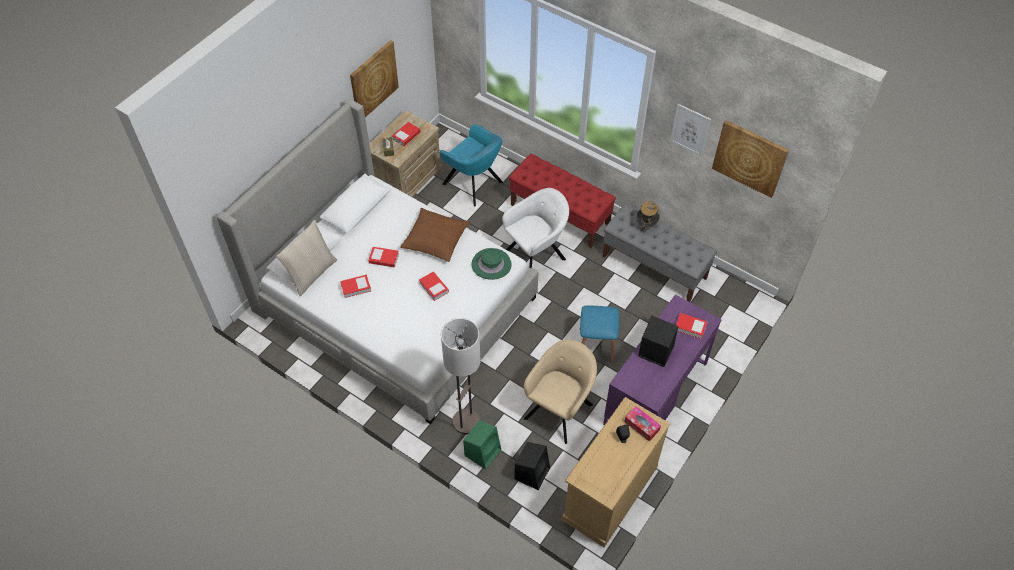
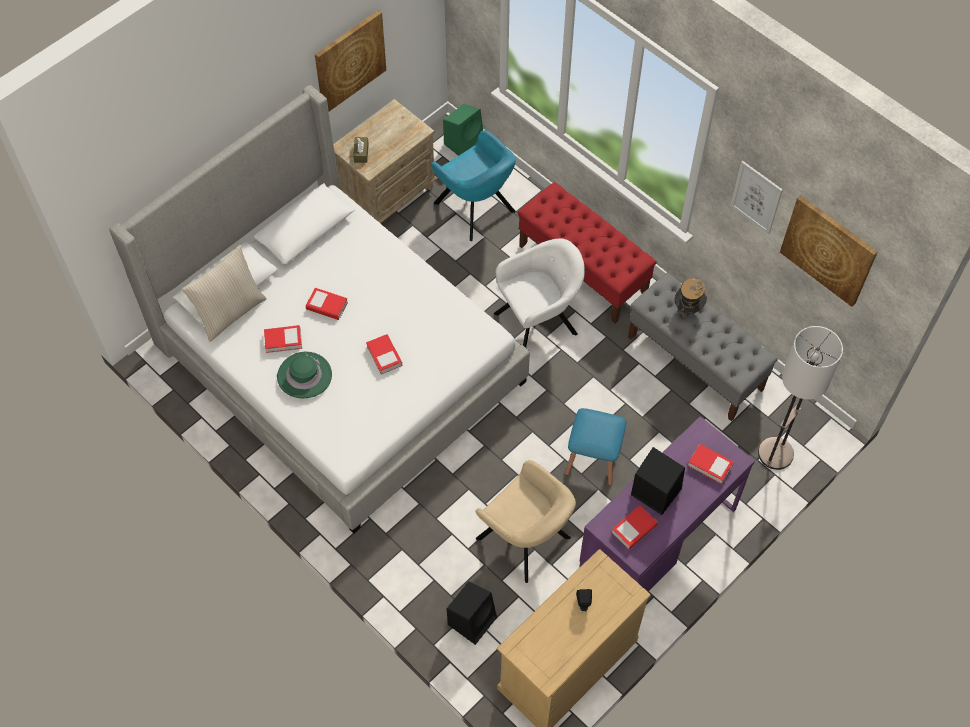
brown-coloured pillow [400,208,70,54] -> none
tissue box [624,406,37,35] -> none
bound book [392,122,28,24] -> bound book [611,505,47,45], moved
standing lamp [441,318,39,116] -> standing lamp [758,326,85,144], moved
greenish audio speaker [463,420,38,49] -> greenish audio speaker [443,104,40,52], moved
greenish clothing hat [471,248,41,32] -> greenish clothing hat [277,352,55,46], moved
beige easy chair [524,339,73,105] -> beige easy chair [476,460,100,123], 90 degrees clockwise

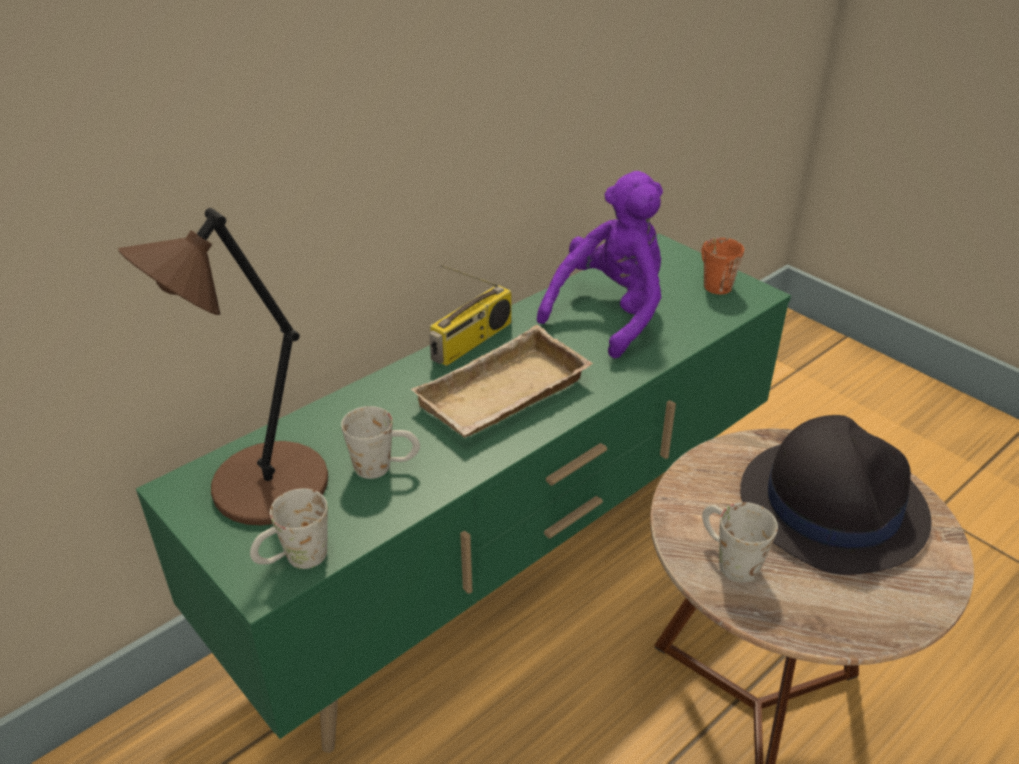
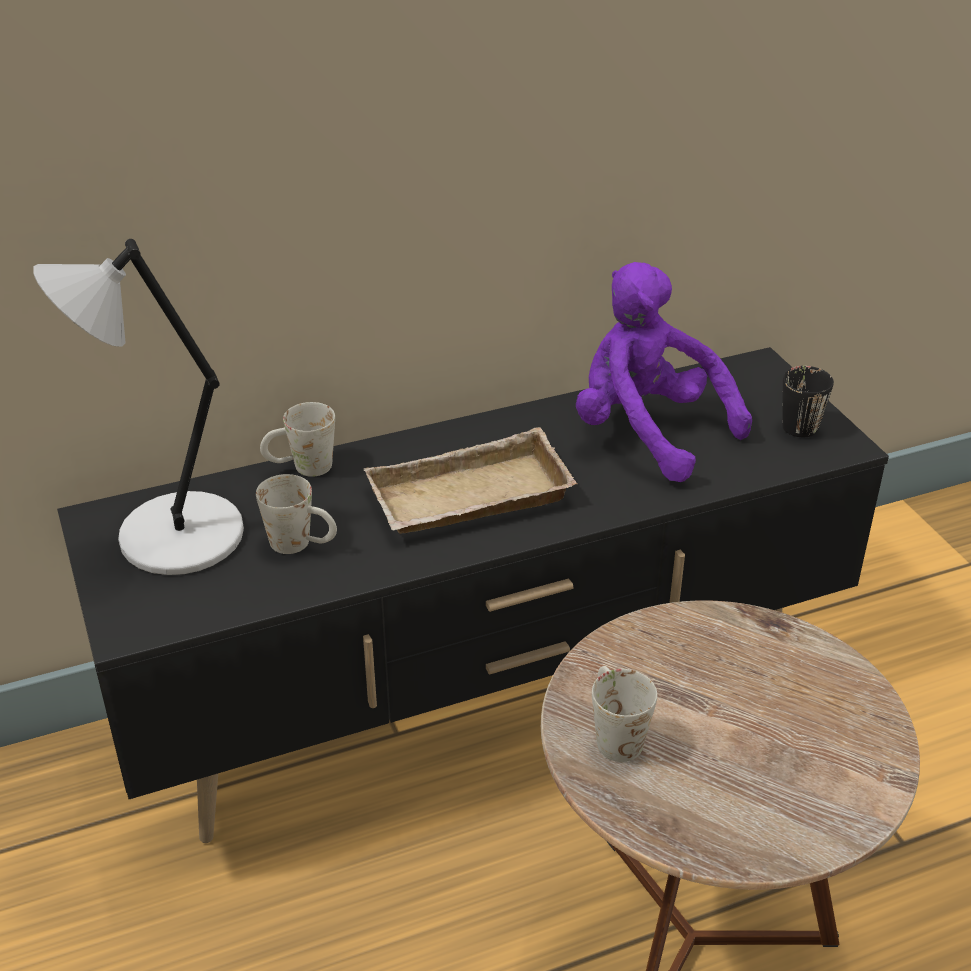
radio set [429,265,83,101] -> none
blackish clothing hat [740,415,192,160] -> none
white mug [250,489,78,80] -> white mug [260,402,75,75], moved
brown-coloured lamp for a table [118,208,210,317] -> greyish lamp for a table [33,239,211,336]
greenish tv unit [136,233,655,520] -> blackish tv unit [57,347,832,496]
orange mug [701,238,43,56] -> blackish mug [782,366,52,71]
purplish cuddly toy [537,171,126,188] -> purplish cuddly toy [576,262,176,220], 105 degrees counterclockwise

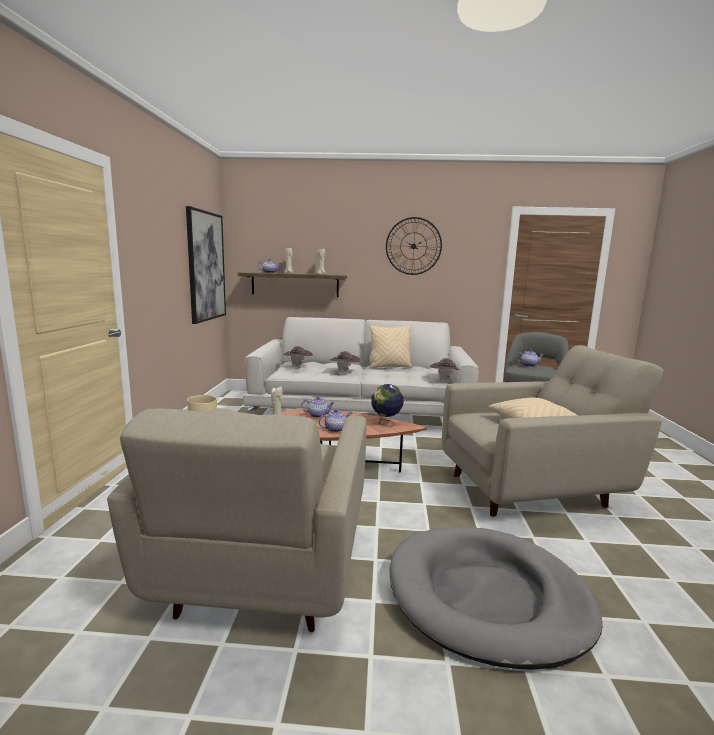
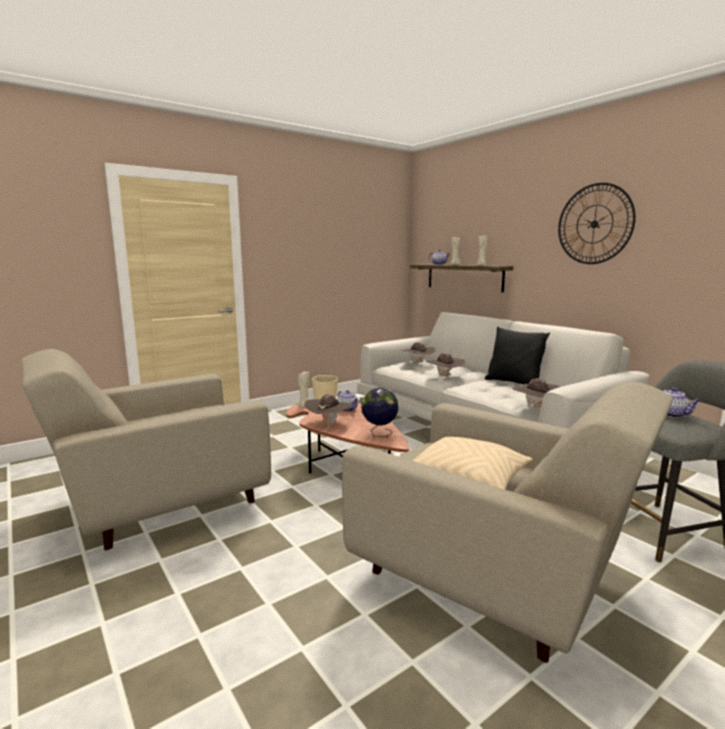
wall picture [186,206,40,118] -> none
greyish pet bed [390,527,212,143] -> none
tea pot [319,409,33,23] -> brown-coloured clothing hat [304,394,48,32]
beige pillow [369,325,43,44] -> blackish pillow [485,327,65,57]

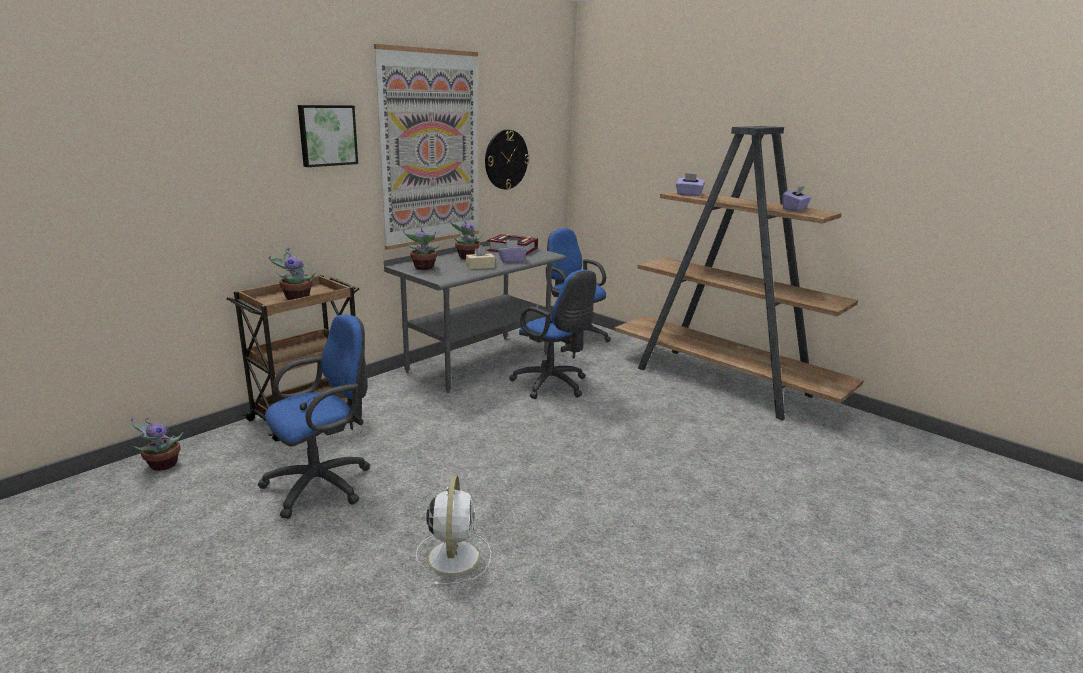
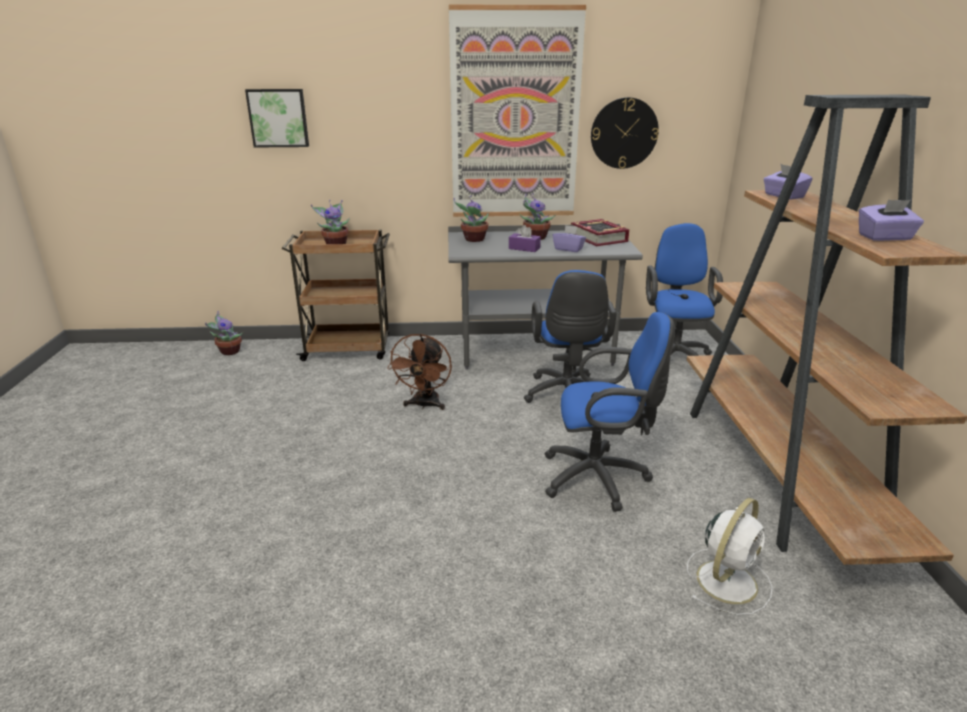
none -> brown-coloured electric fan [387,333,65,77]
bluish office chair [258,315,112,204] -> bluish office chair [544,312,131,200], moved
wall picture [298,105,60,62] -> wall picture [245,89,64,58], moved
white electric fan [416,476,75,110] -> white electric fan [687,498,86,117], moved
beige tissue box [466,245,29,24] -> purplish tissue box [509,225,32,27]

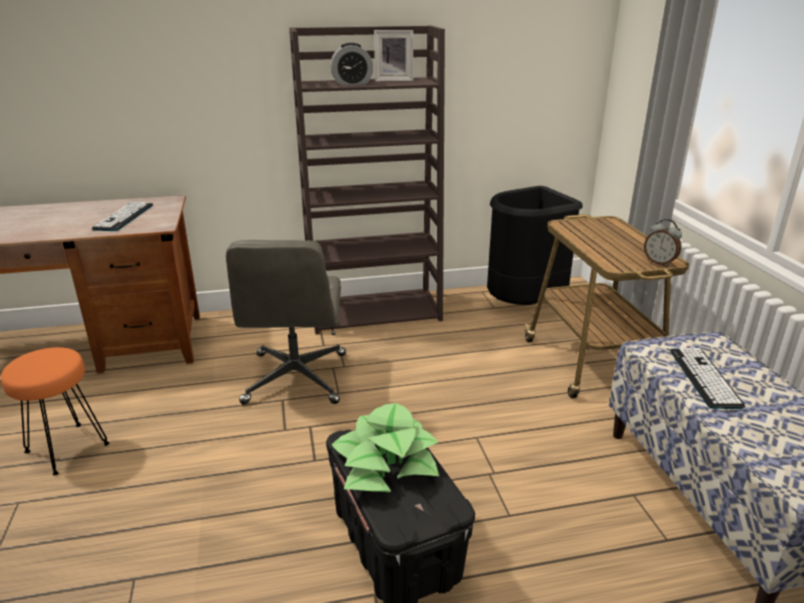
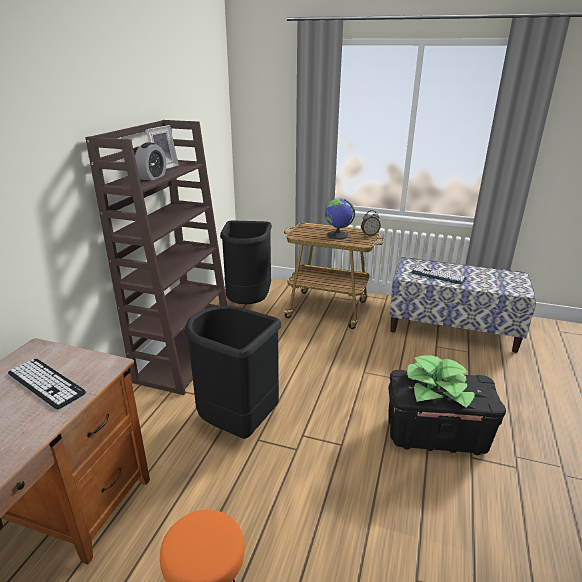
none -> world globe [325,198,30,41]
greyish office chair [226,240,120,165] -> blackish trash can [184,306,97,133]

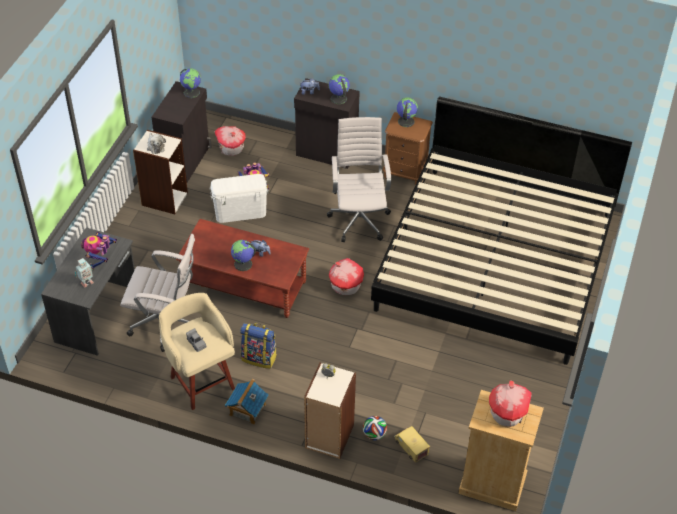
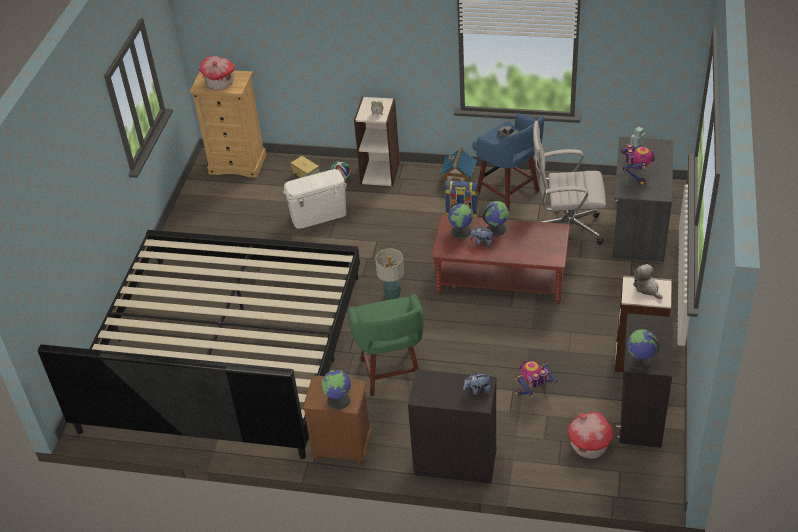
white storage box [210,174,59,49] -> white storage box [283,169,64,60], moved
world globe [329,74,21,30] -> world globe [448,203,25,35], moved
white office chair [327,117,64,125] -> greenish stool seat [348,294,76,102]
toy house [329,258,35,37] -> lamp for a table [375,248,29,52]
beige stool seat [159,293,76,117] -> bluish stool seat [472,113,72,98]

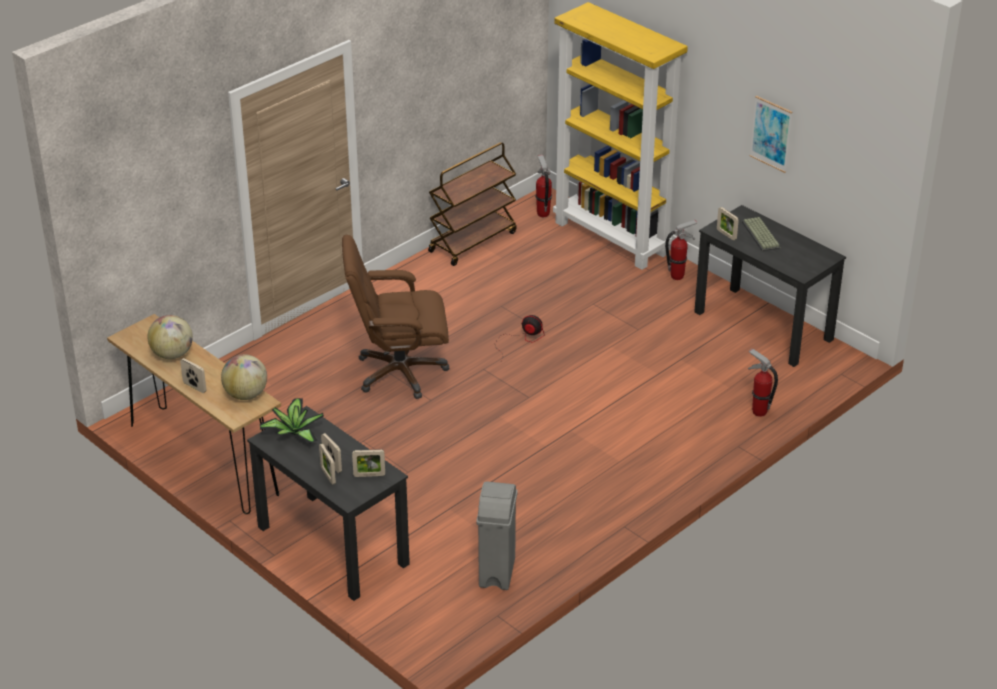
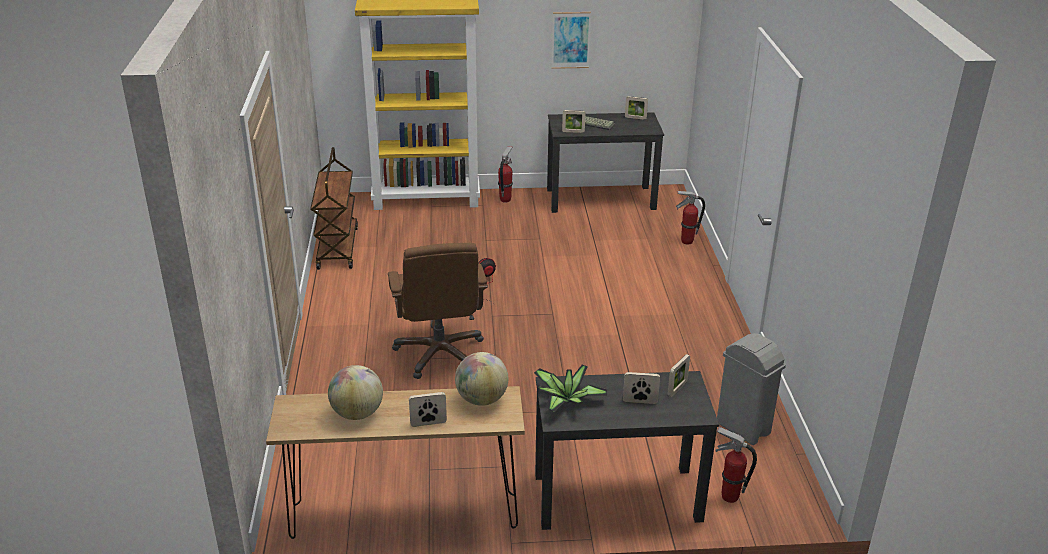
photo frame [319,443,17,42] -> photo frame [625,96,23,24], moved
fire extinguisher [535,155,17,62] -> fire extinguisher [715,427,42,76], moved
brown-coloured office chair [342,235,107,164] -> brown-coloured office chair [388,243,100,136], 45 degrees counterclockwise

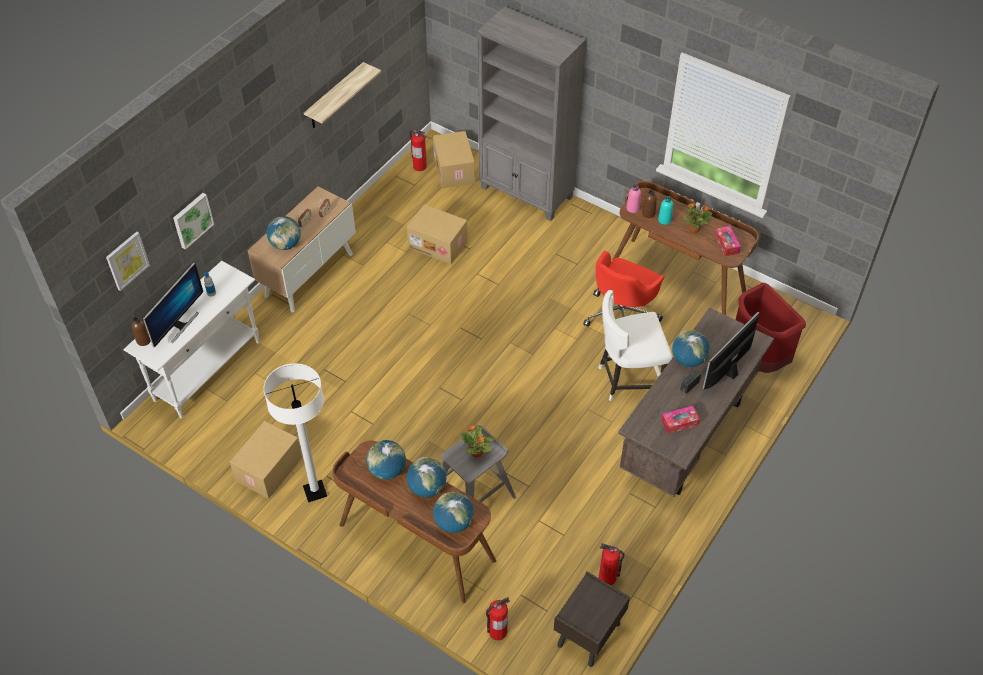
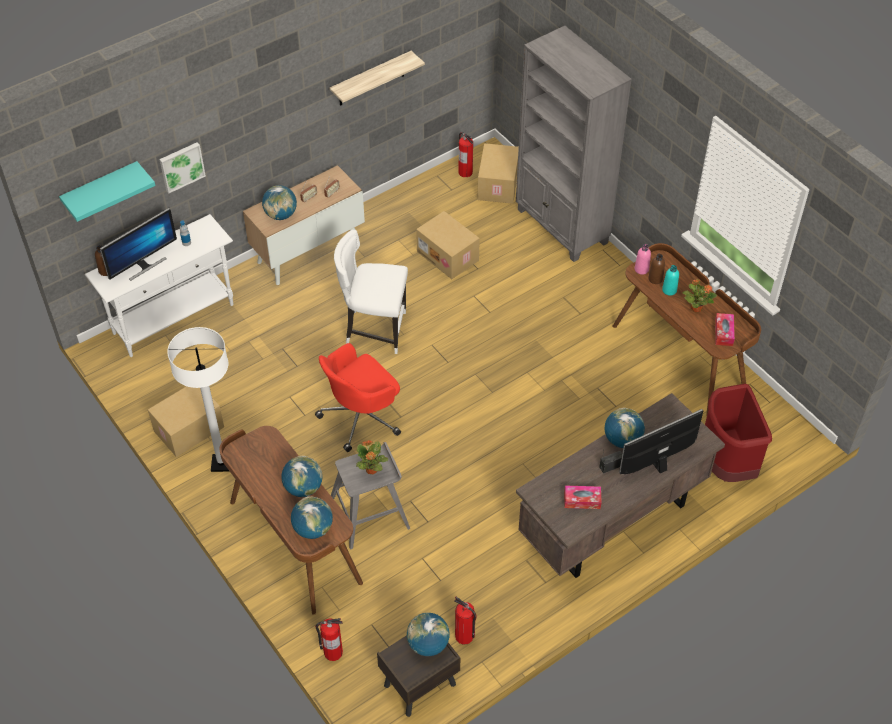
world globe [366,440,40,40] -> world globe [407,612,43,44], moved
red office chair [583,251,82,76] -> red office chair [315,343,86,109], moved
white chair [598,290,75,111] -> white chair [334,230,74,124], moved
wall picture [106,232,44,59] -> turquoise wall shelf [59,161,96,61]

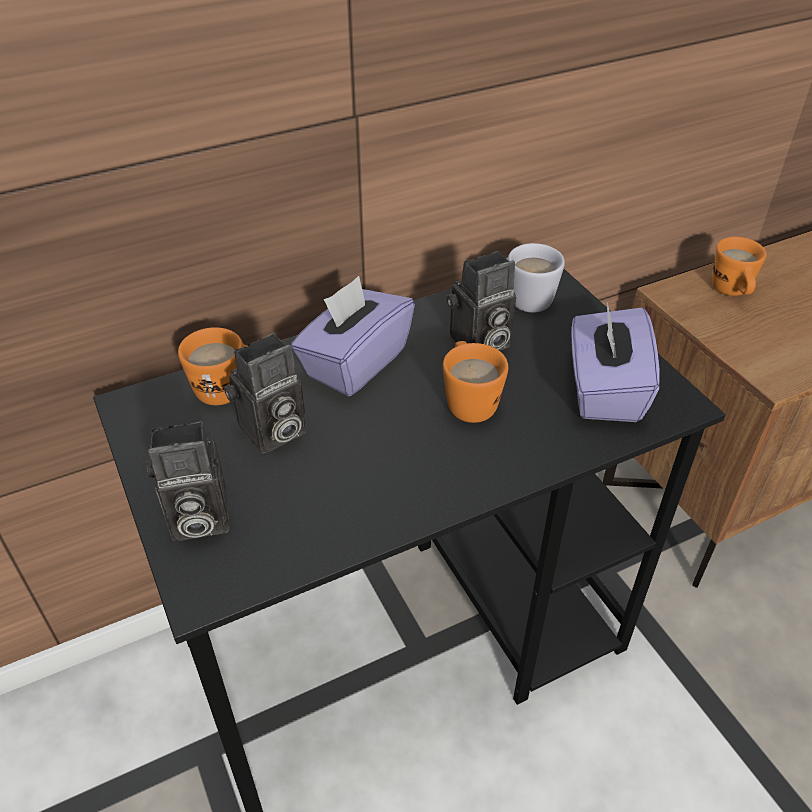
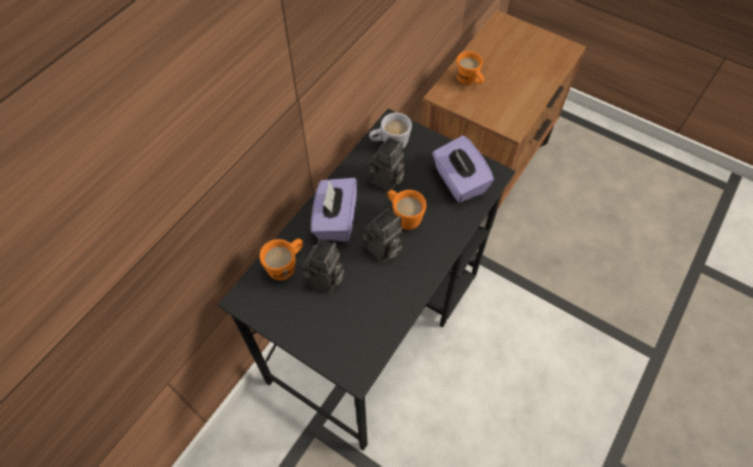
photo camera [146,421,84,120] -> photo camera [362,208,41,55], moved

